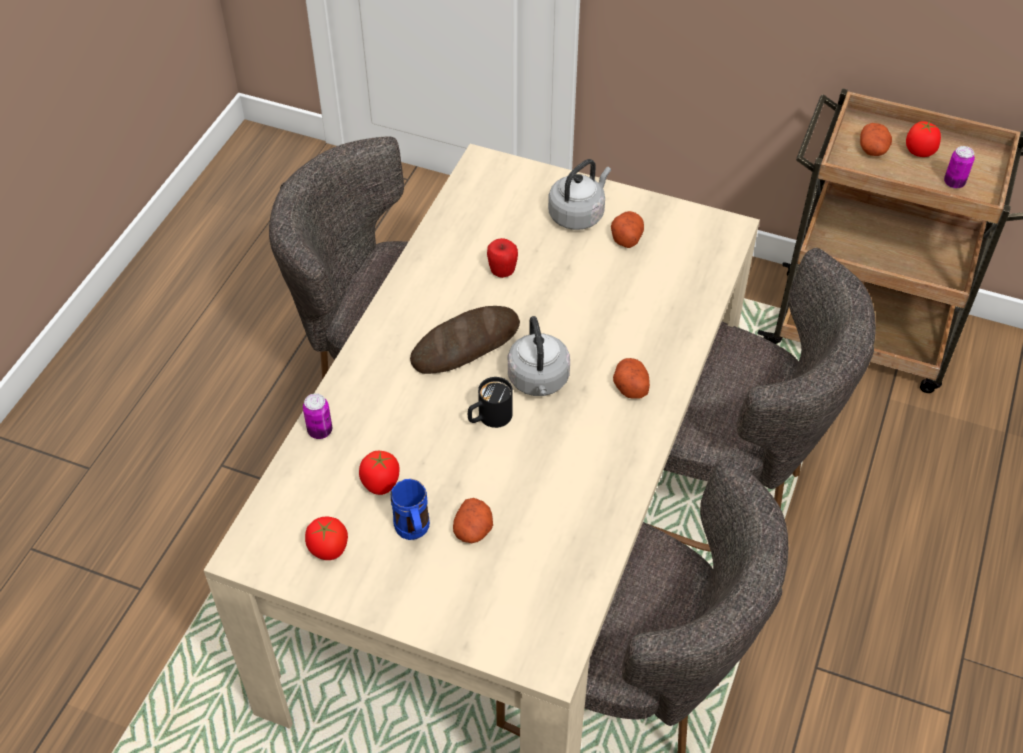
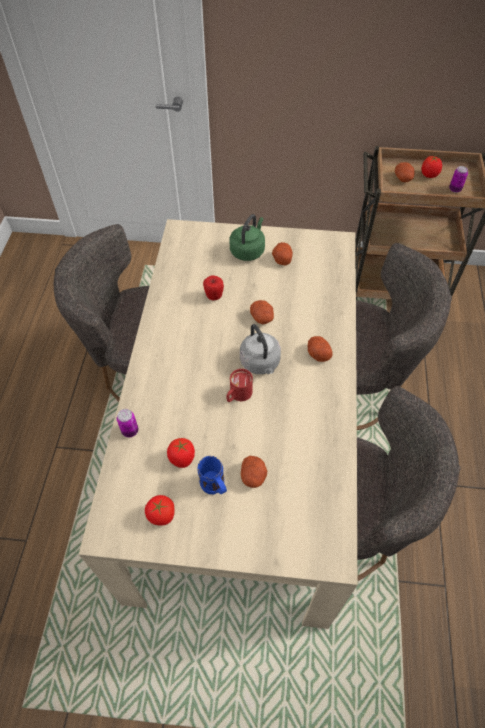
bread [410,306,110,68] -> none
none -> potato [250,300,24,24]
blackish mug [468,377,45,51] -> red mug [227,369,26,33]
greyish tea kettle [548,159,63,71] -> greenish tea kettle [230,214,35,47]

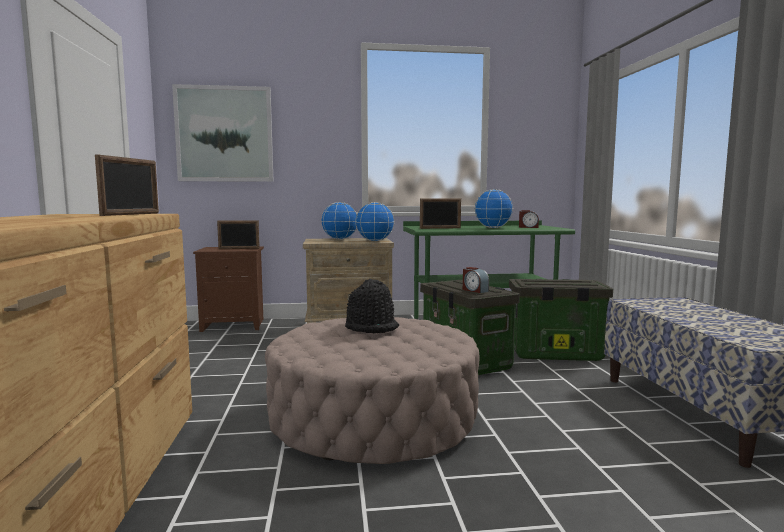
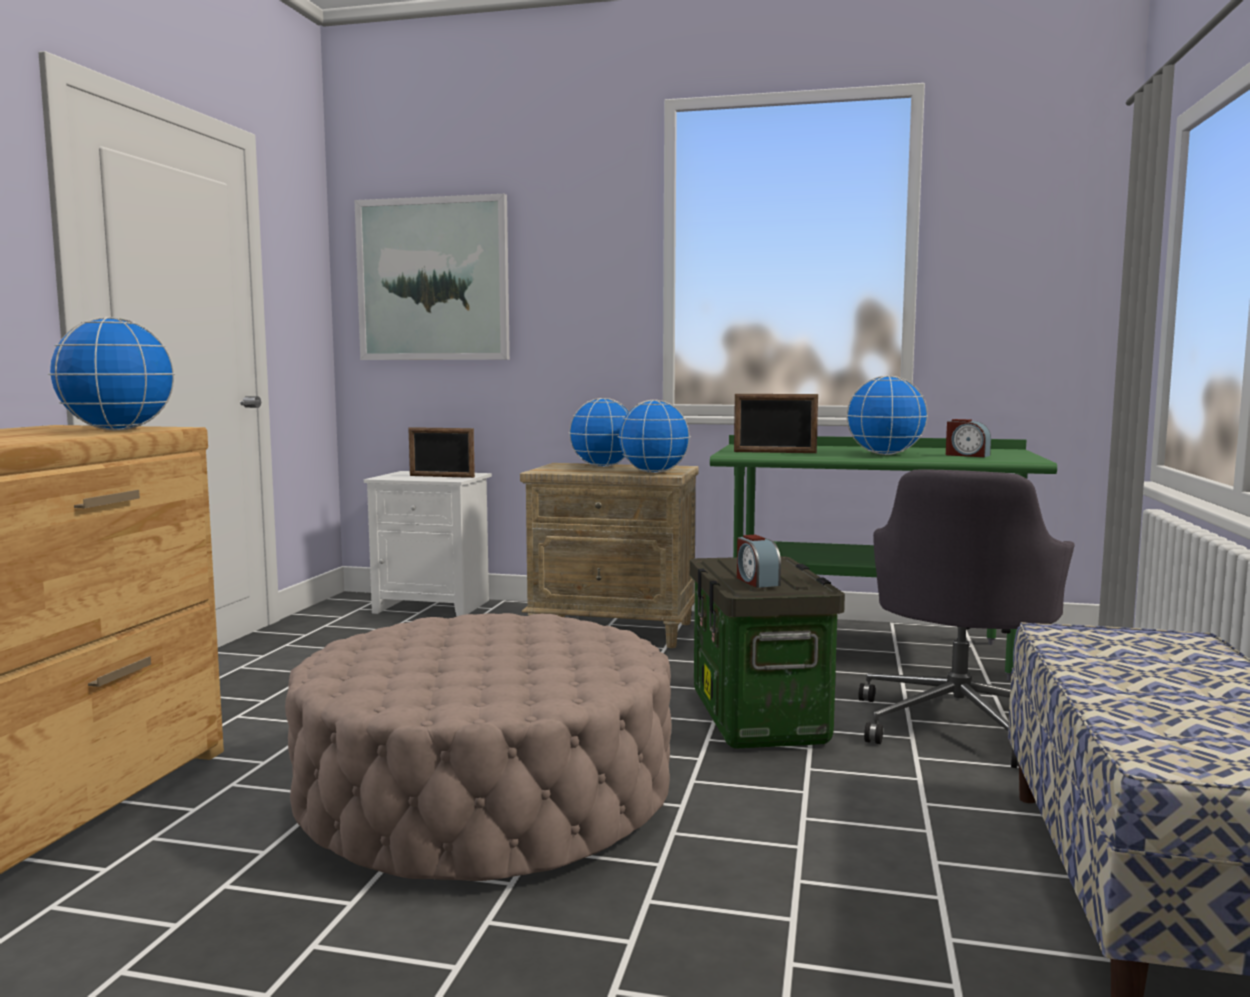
blackish clothing hat [345,279,54,54] -> none
photo frame [95,154,64,62] -> world globe [48,317,127,113]
storage box [509,279,104,82] -> greyish office chair [859,469,216,299]
brown-coloured bedside table [193,246,71,86] -> white bedside table [364,471,128,145]

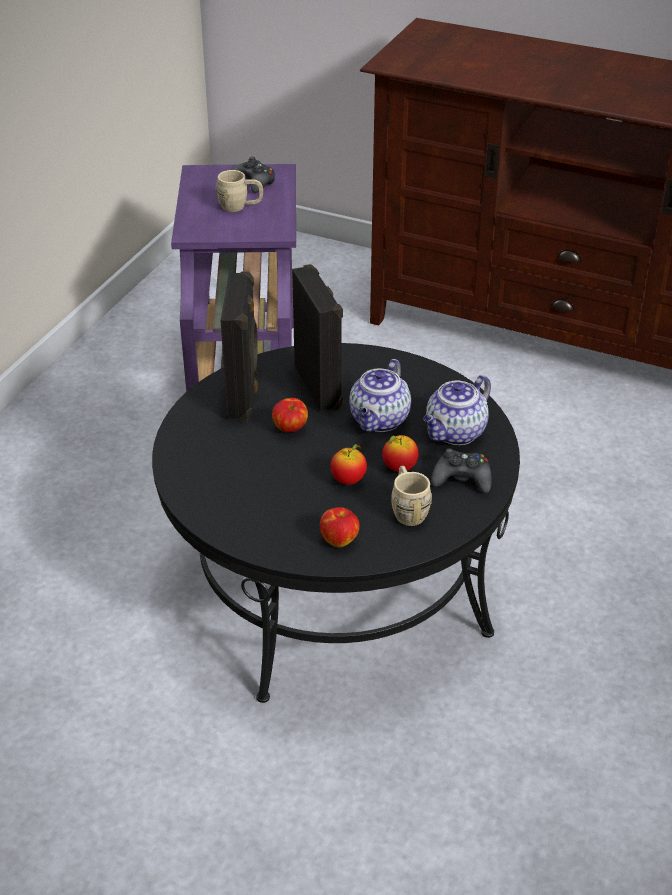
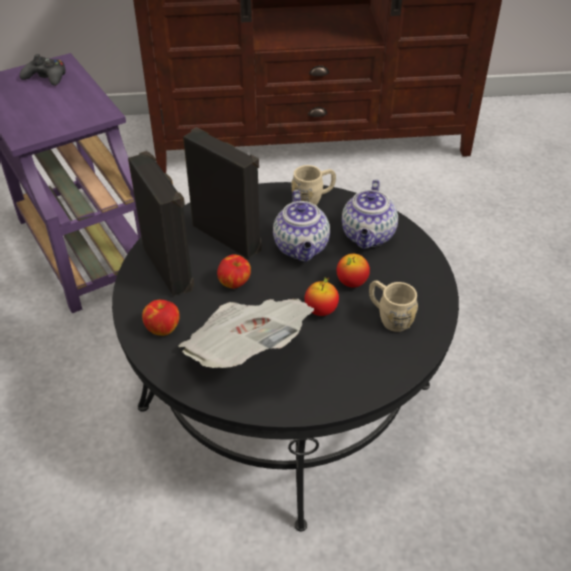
blackish joypad [431,448,61,45] -> none
none -> printed paper [178,299,136,69]
beige mug [216,170,47,42] -> beige mug [291,165,45,40], moved
apple [320,507,40,40] -> apple [142,300,38,36], moved

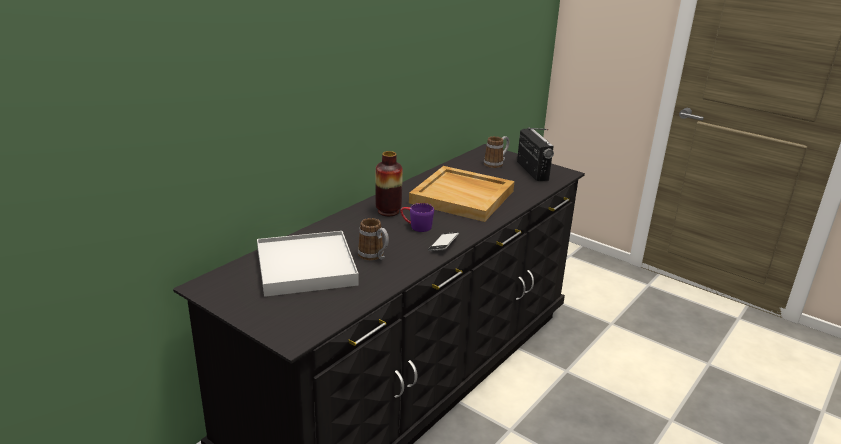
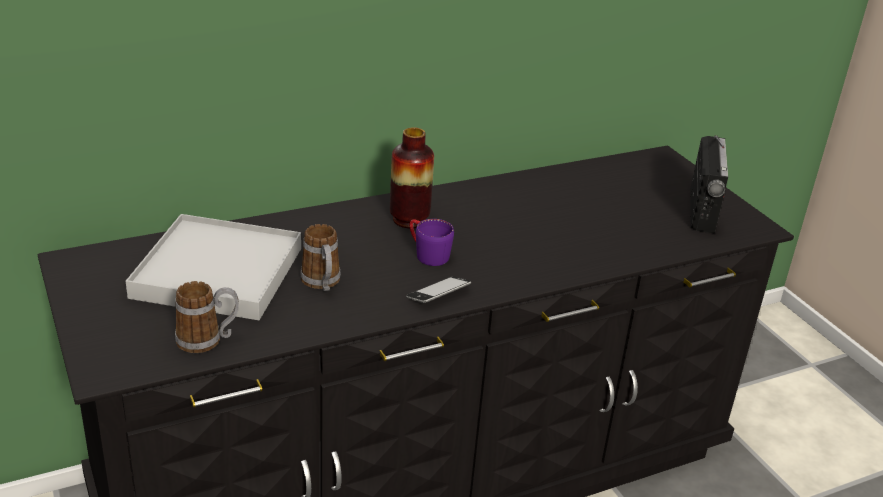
beige carrying tray [409,166,105,56] -> none
mug [484,136,25,32] -> mug [175,281,64,72], moved

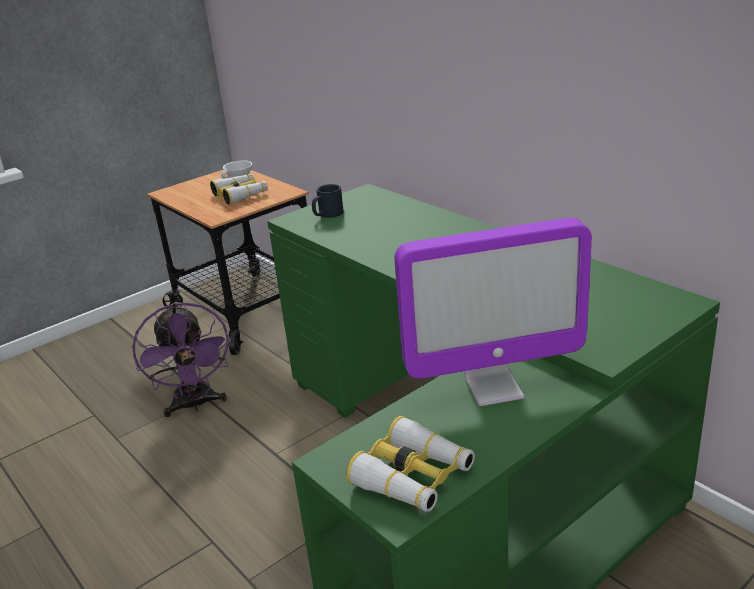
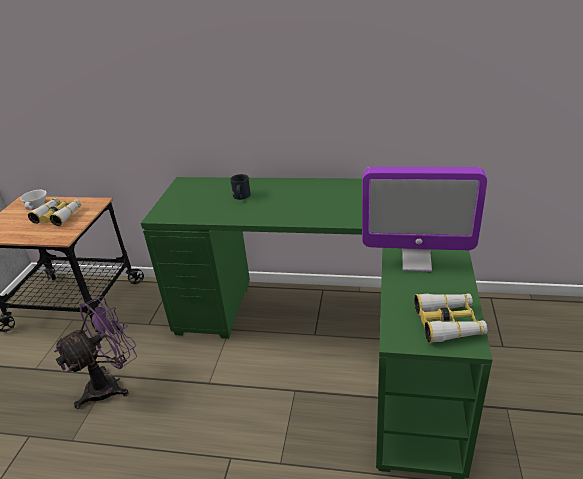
blackish mug [312,184,32,34] -> blackish mug [230,174,21,26], moved
purplish electric fan [132,303,99,114] -> purplish electric fan [54,296,83,113], 75 degrees counterclockwise
computer display [394,218,198,188] -> computer display [362,167,126,105], 60 degrees clockwise

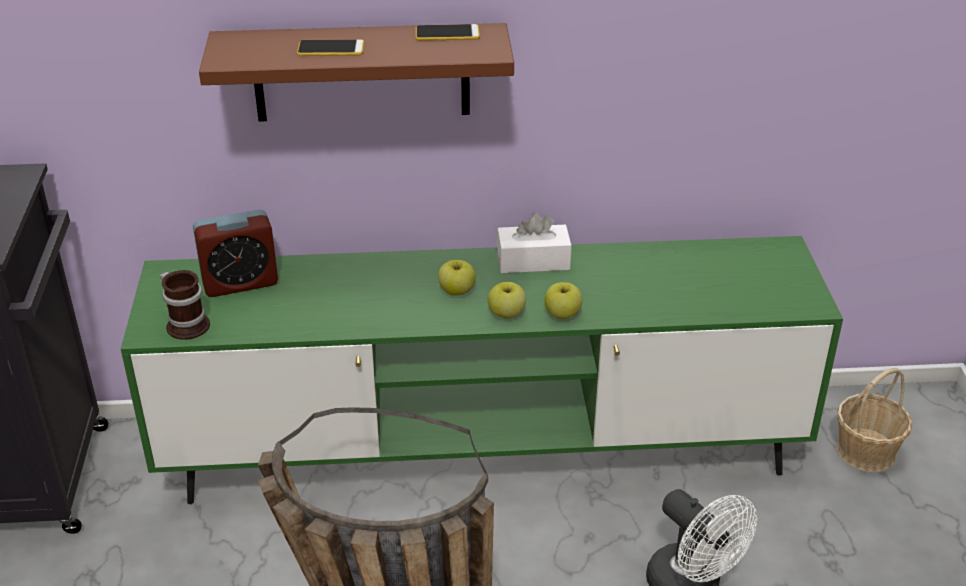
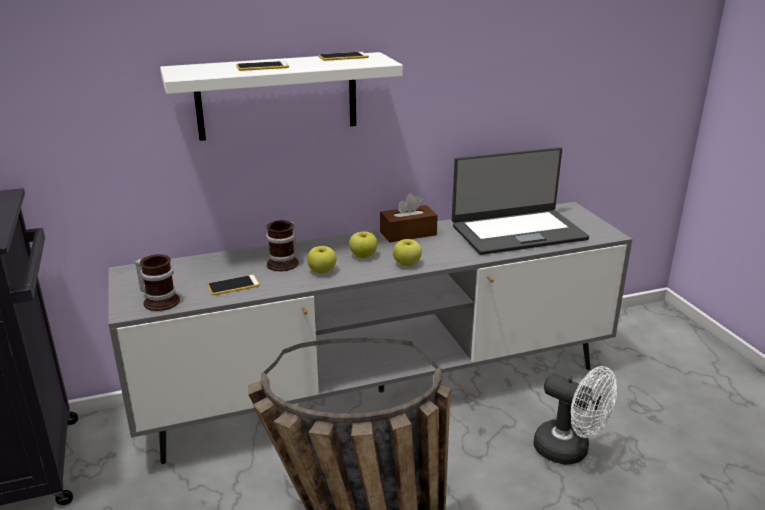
table clock [193,209,85,88] -> none
household basket [836,368,76,104] -> none
none -> handset [208,275,52,20]
none -> mug [266,220,33,51]
none -> notebook computer [452,147,137,108]
apple [545,282,38,37] -> apple [307,246,30,27], moved
greenish tv unit [121,236,722,268] -> greyish tv unit [108,202,524,262]
brown-coloured wall shelf [199,23,315,99] -> white wall shelf [160,52,243,89]
white tissue box [496,212,76,61] -> brown-coloured tissue box [380,194,58,48]

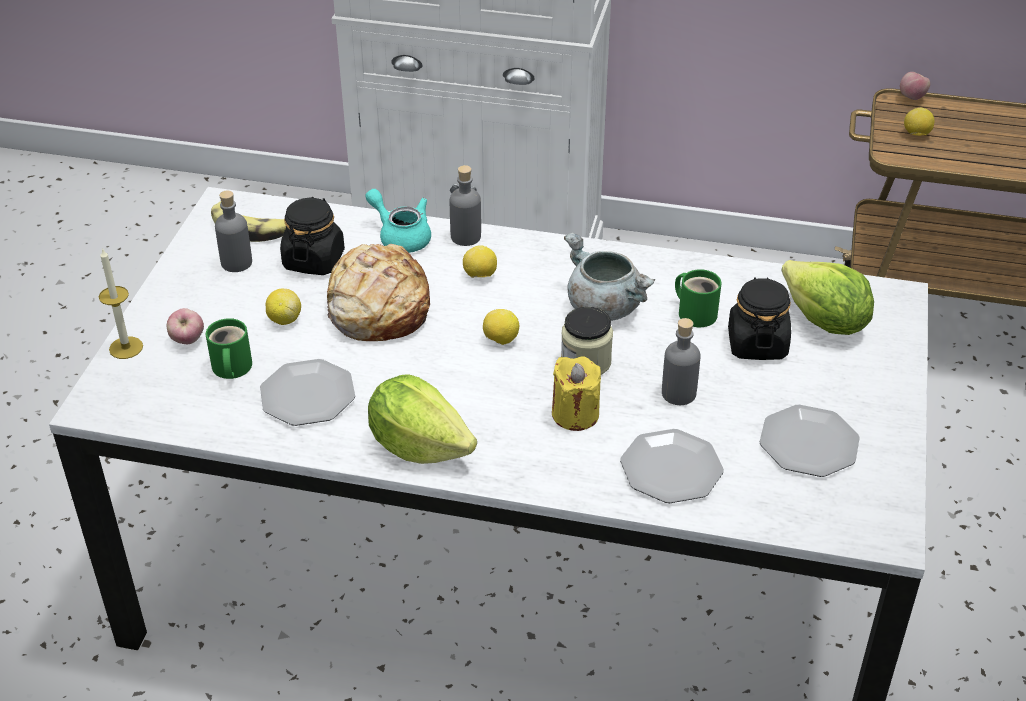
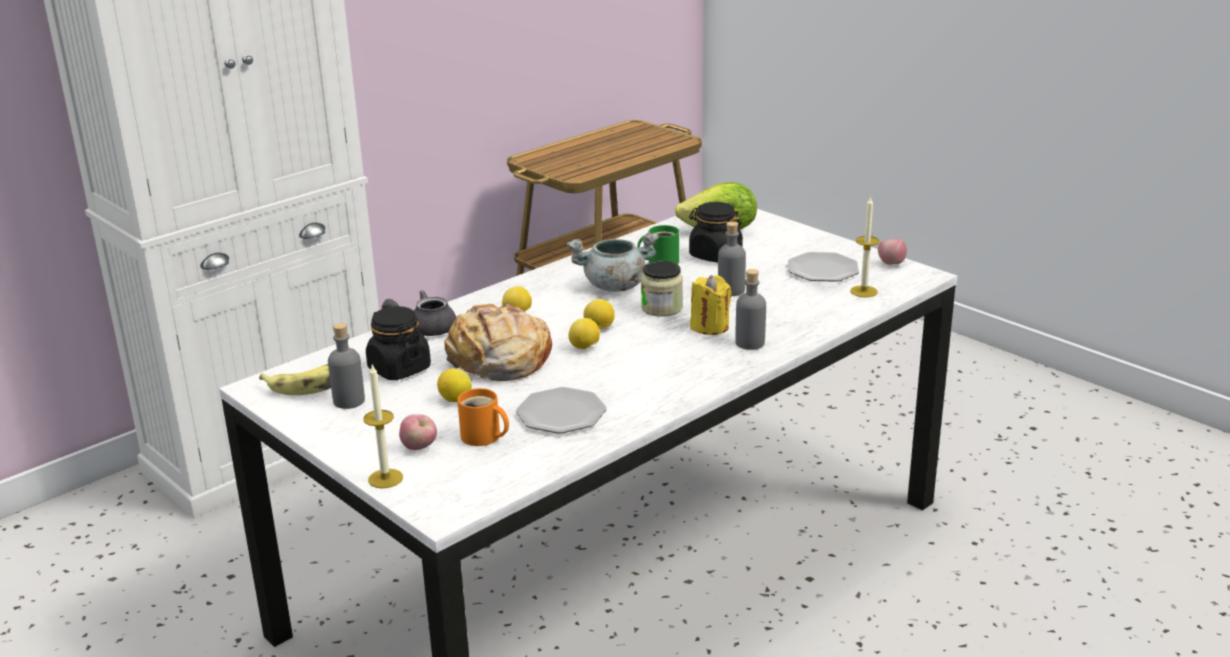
head of lettuce [368,374,109,90] -> none
plate [620,429,104,74] -> none
none -> wax candle [850,196,29,101]
greyish beverage bottle [450,165,31,81] -> greyish beverage bottle [735,269,31,81], moved
apple [900,72,30,28] -> apple [878,239,29,26], moved
citrus fruit [904,108,31,28] -> citrus fruit [568,318,32,31], moved
greenish mug [206,318,46,61] -> orange mug [457,388,52,58]
turquoise tea pot [365,189,66,64] -> greyish tea pot [382,290,74,46]

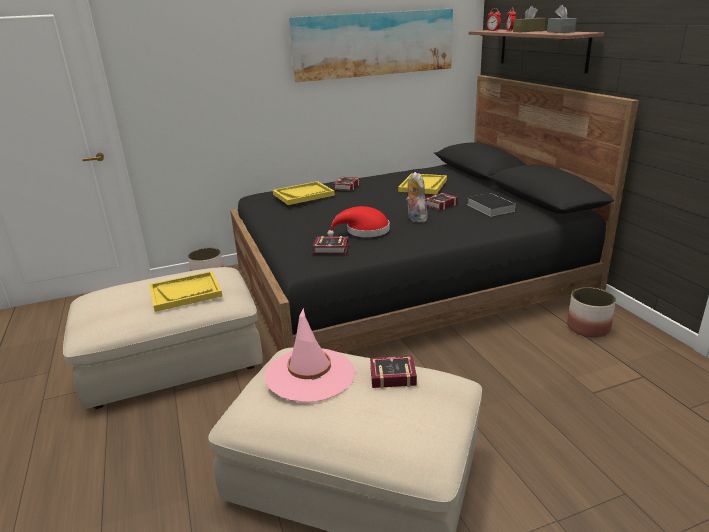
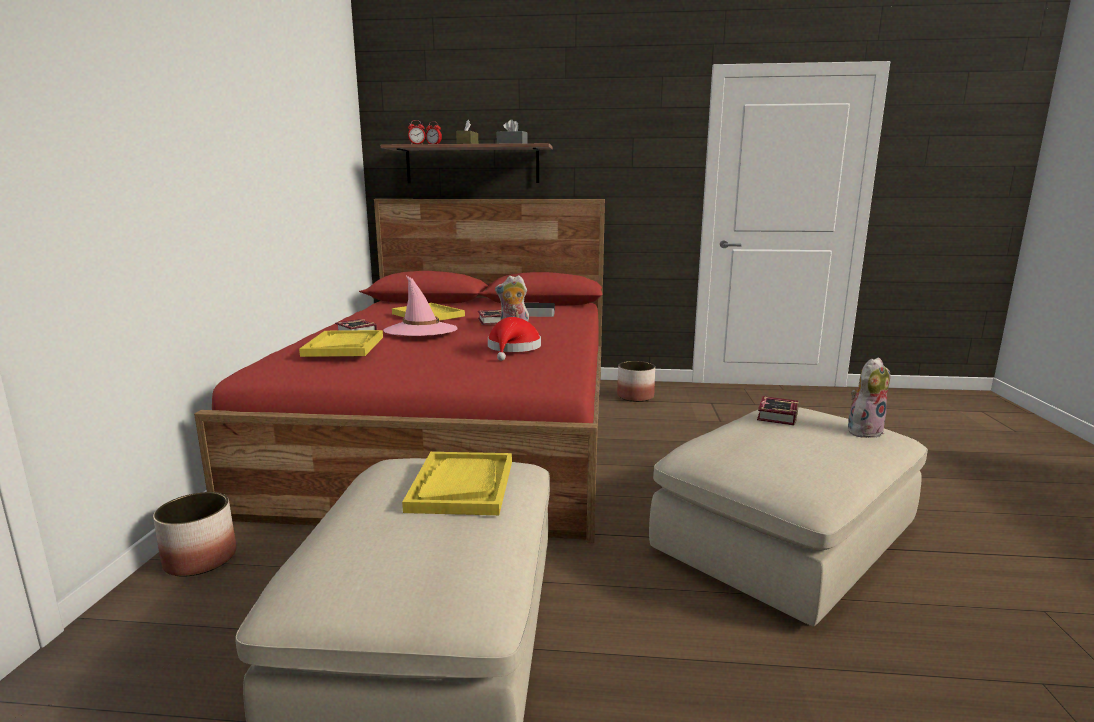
wall picture [289,9,164,73] -> none
bound book [312,236,36,18] -> none
none -> cuddly toy [848,357,42,81]
pink-coloured clothing hat [265,308,90,94] -> pink-coloured clothing hat [383,276,75,60], moved
blackish sleeping bed [230,75,409,278] -> red sleeping bed [194,199,411,344]

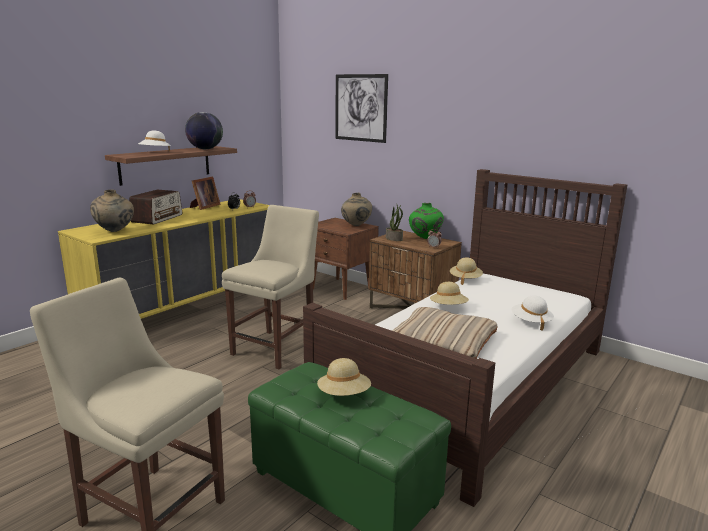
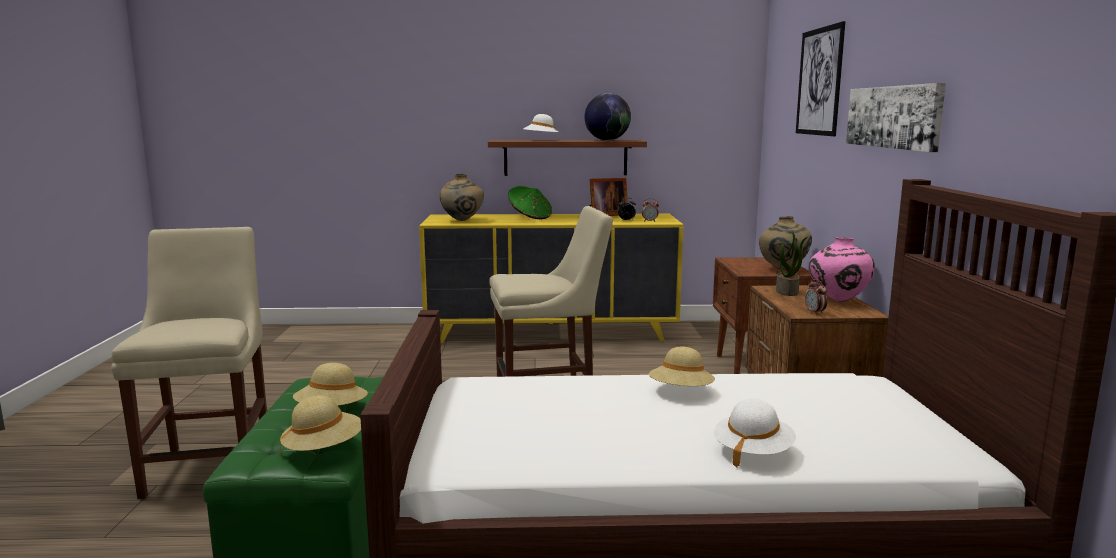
beige pillow [392,307,106,52] -> none
none -> wall picture [846,83,100,69]
beige clothing hat [450,257,33,28] -> beige clothing hat [280,395,81,59], moved
radio set [129,190,53,35] -> greenish clothing hat [508,186,44,33]
greenish decorative vase [409,203,35,36] -> pink-coloured decorative vase [809,237,66,65]

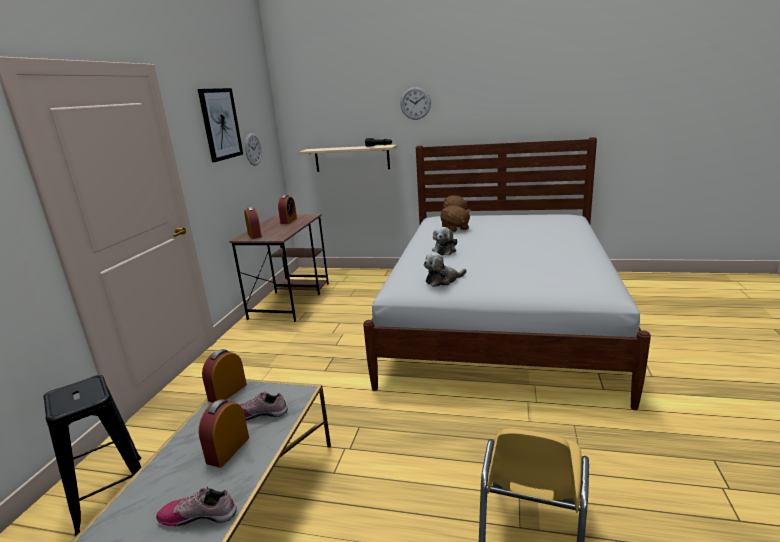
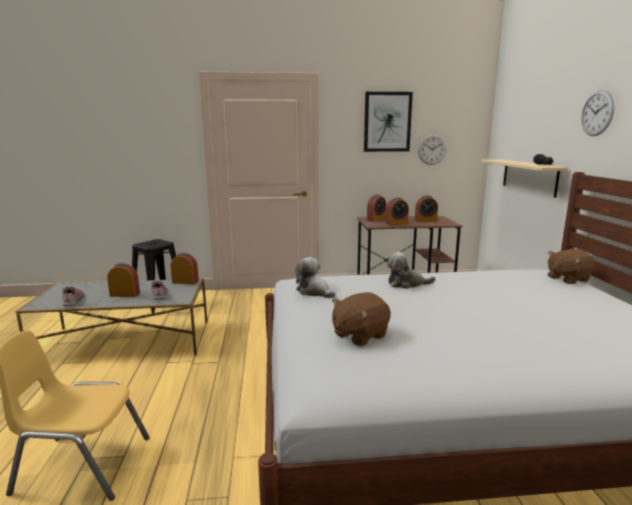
none -> table clock [386,197,23,28]
brown-coloured cuddly toy [440,205,31,27] -> brown-coloured cuddly toy [332,292,59,54], moved

